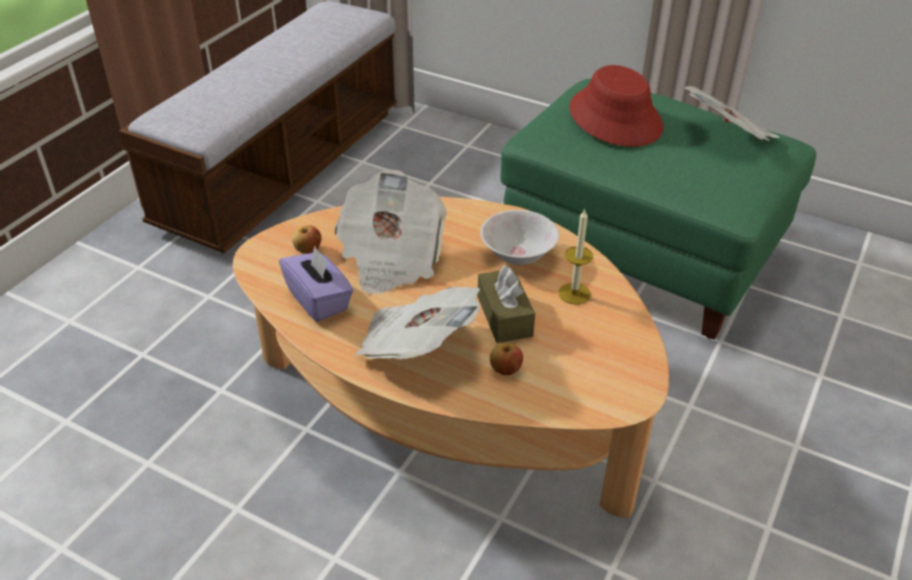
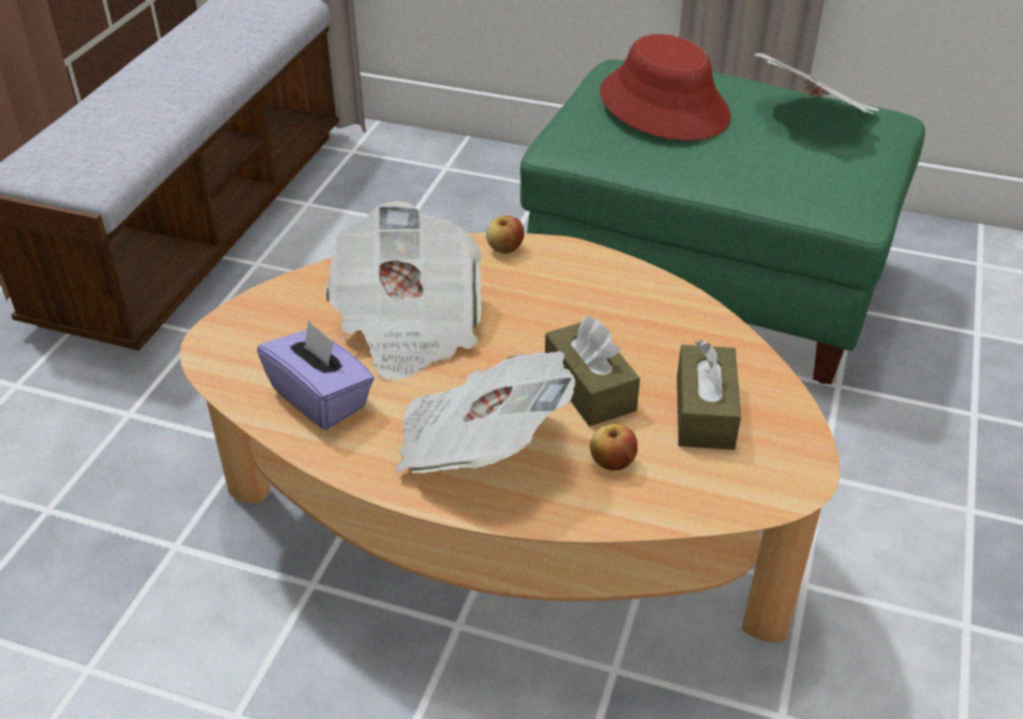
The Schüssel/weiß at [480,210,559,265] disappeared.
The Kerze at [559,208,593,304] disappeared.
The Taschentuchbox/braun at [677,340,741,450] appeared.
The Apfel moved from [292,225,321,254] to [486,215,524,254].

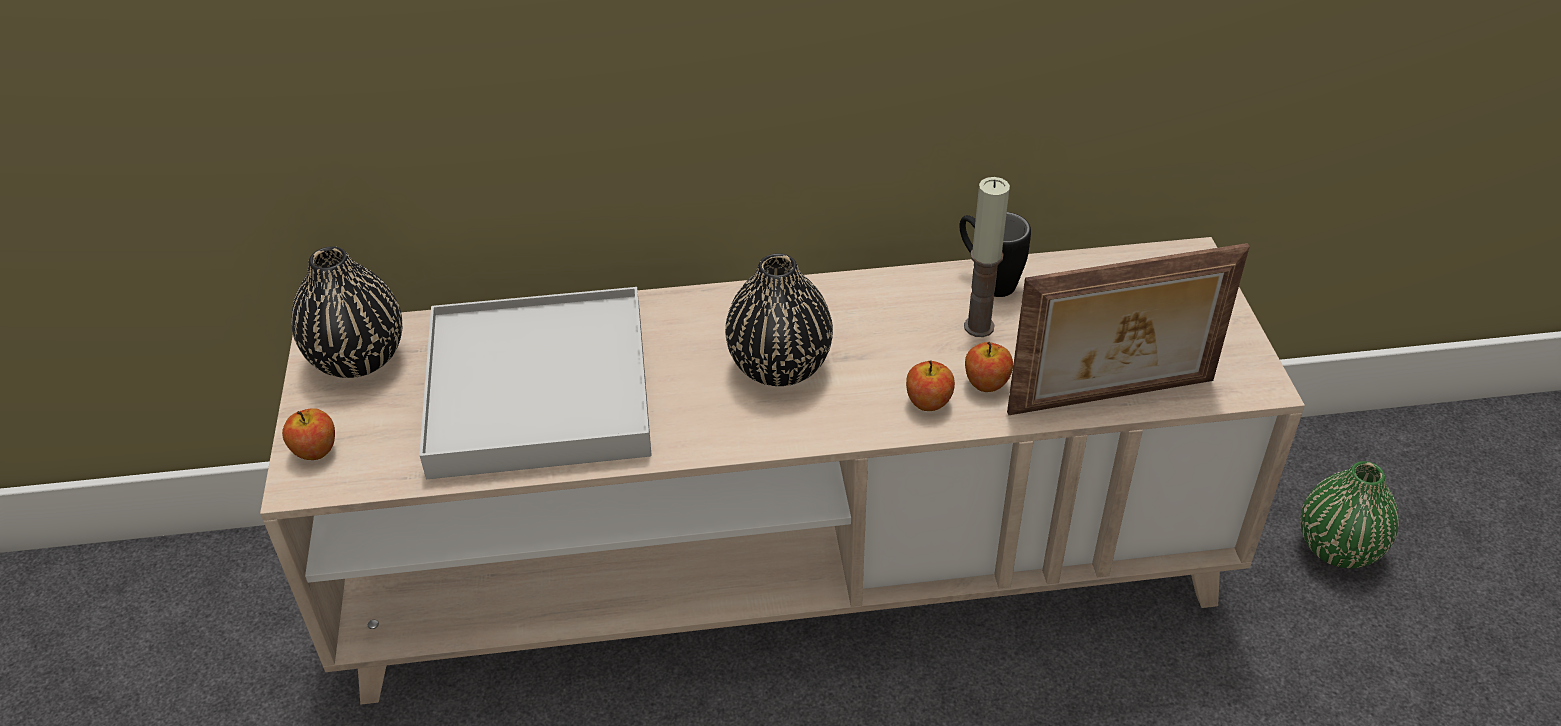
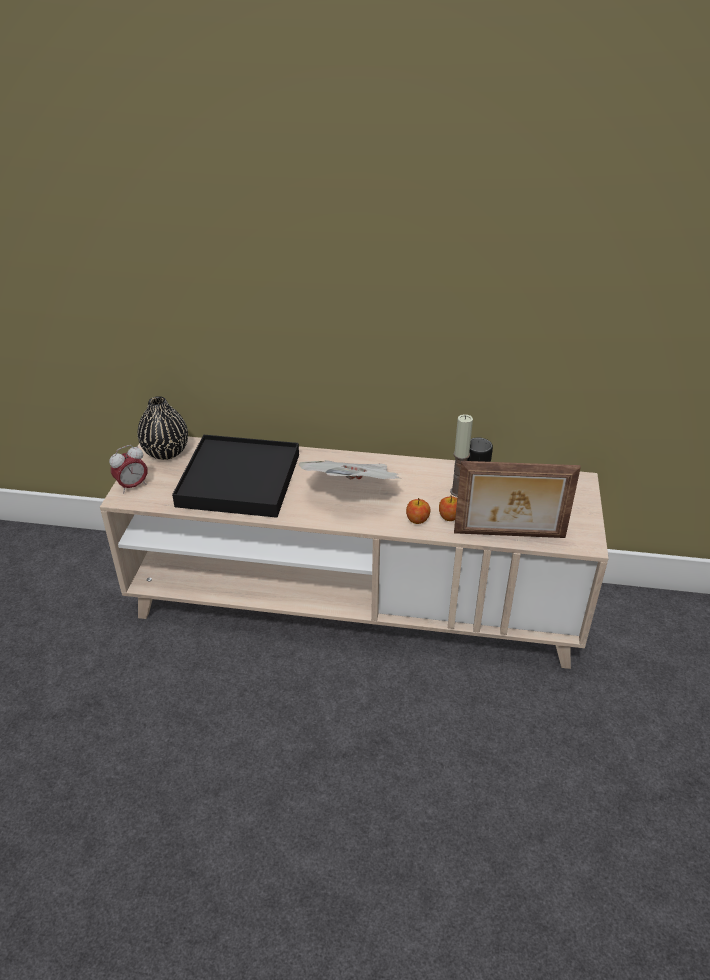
The Vase/grün at [1300,461,1399,568] disappeared.
The Apfel at [282,408,335,460] was replaced by the Wecker at [109,445,148,493].
The Vase/schwarz at [725,253,833,386] was replaced by the Zeitung at [299,460,402,479].
The Tablett/weiß at [419,287,652,479] became the Tablett/schwarz at [172,435,299,518].

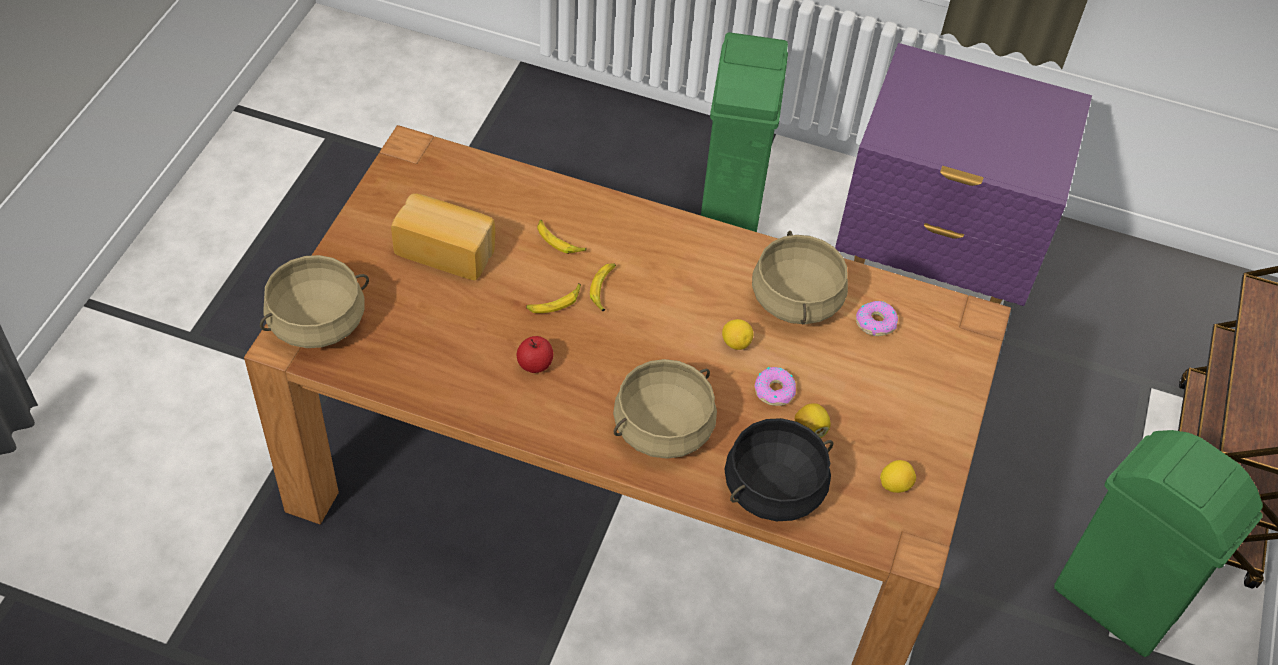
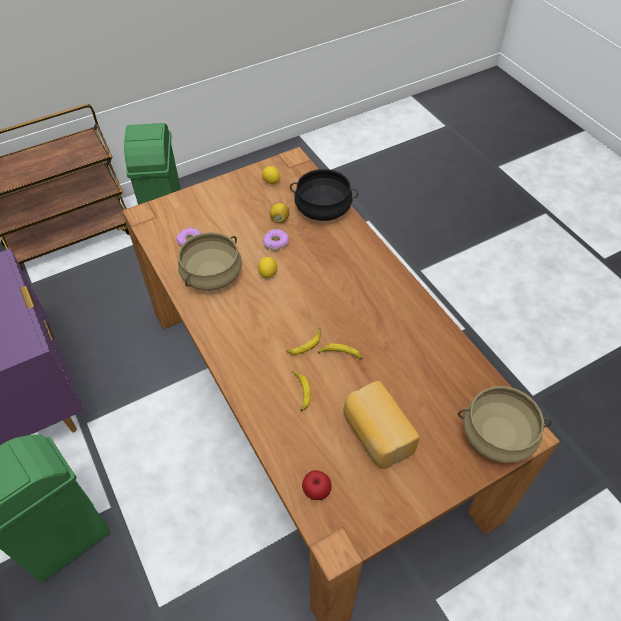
The Kochtopf/beige at [613,359,717,459] disappeared.
The Apfel moved from [516,336,553,373] to [302,470,332,500].

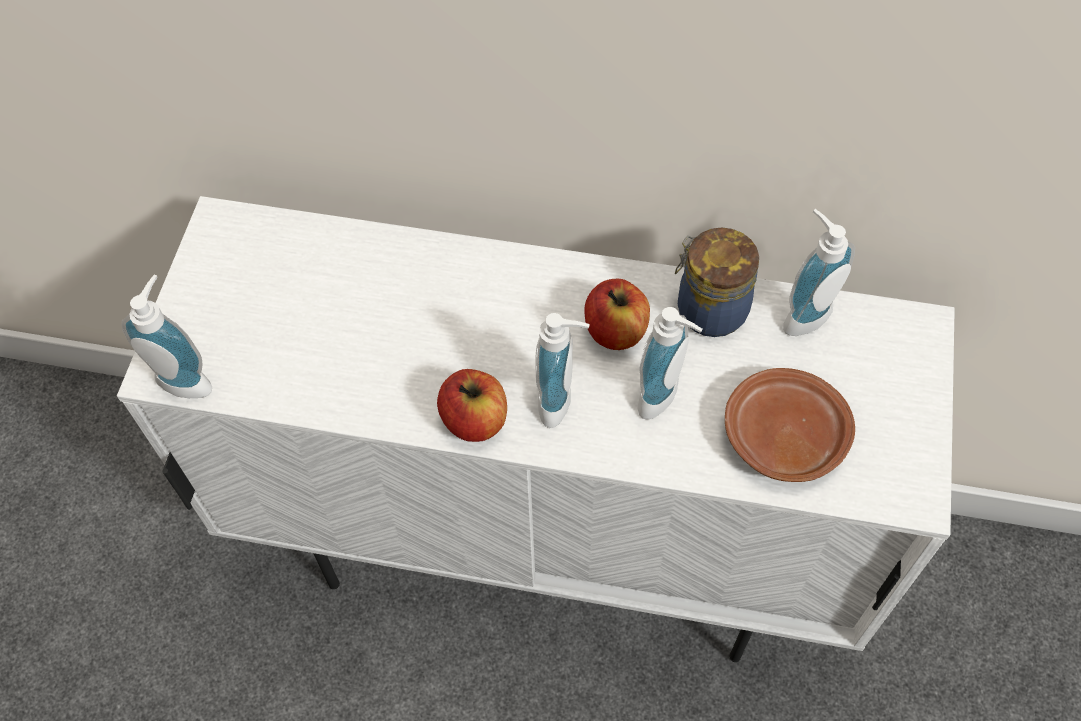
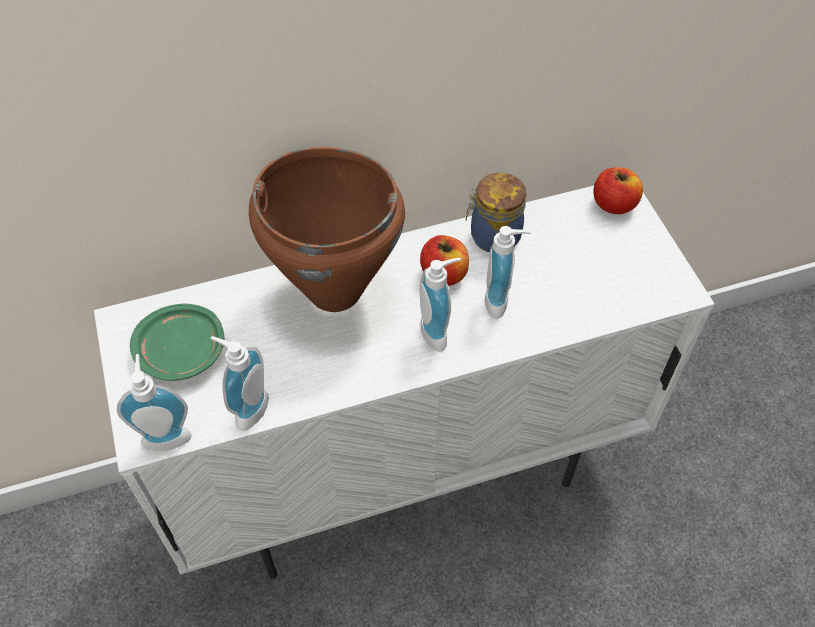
The Teller/braun at [725,368,855,482] disappeared.
The Teller/grün at [130,304,224,381] appeared.
The Kochtopf/braun at [249,147,405,312] appeared.
The Apfel moved from [437,369,507,442] to [593,167,643,214].
The Seifenspender moved from [783,209,855,336] to [211,336,269,431].

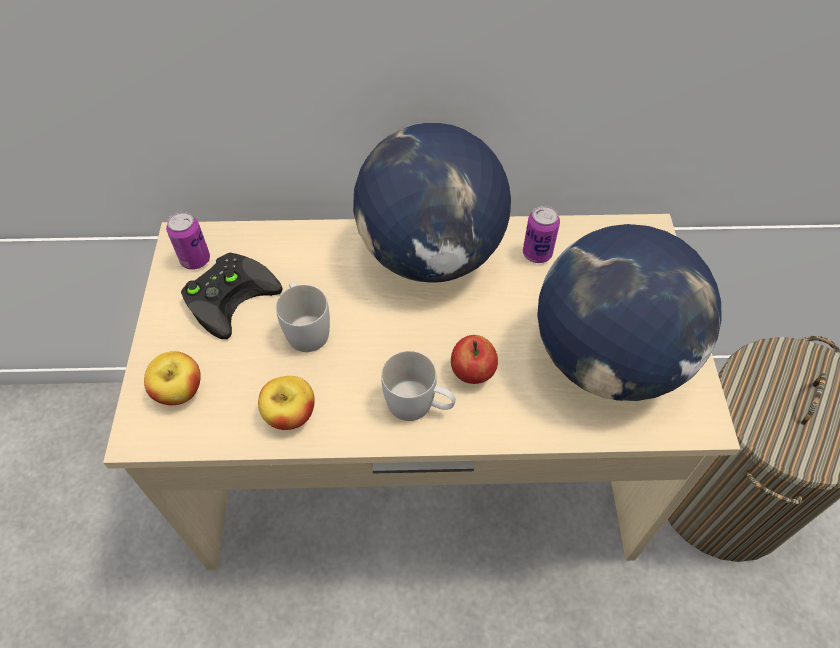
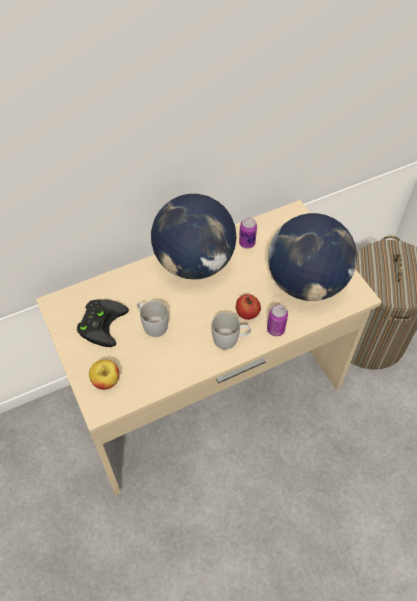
The Apfel at [258,376,315,430] disappeared.
The Dose moved from [166,211,210,270] to [267,304,288,336].

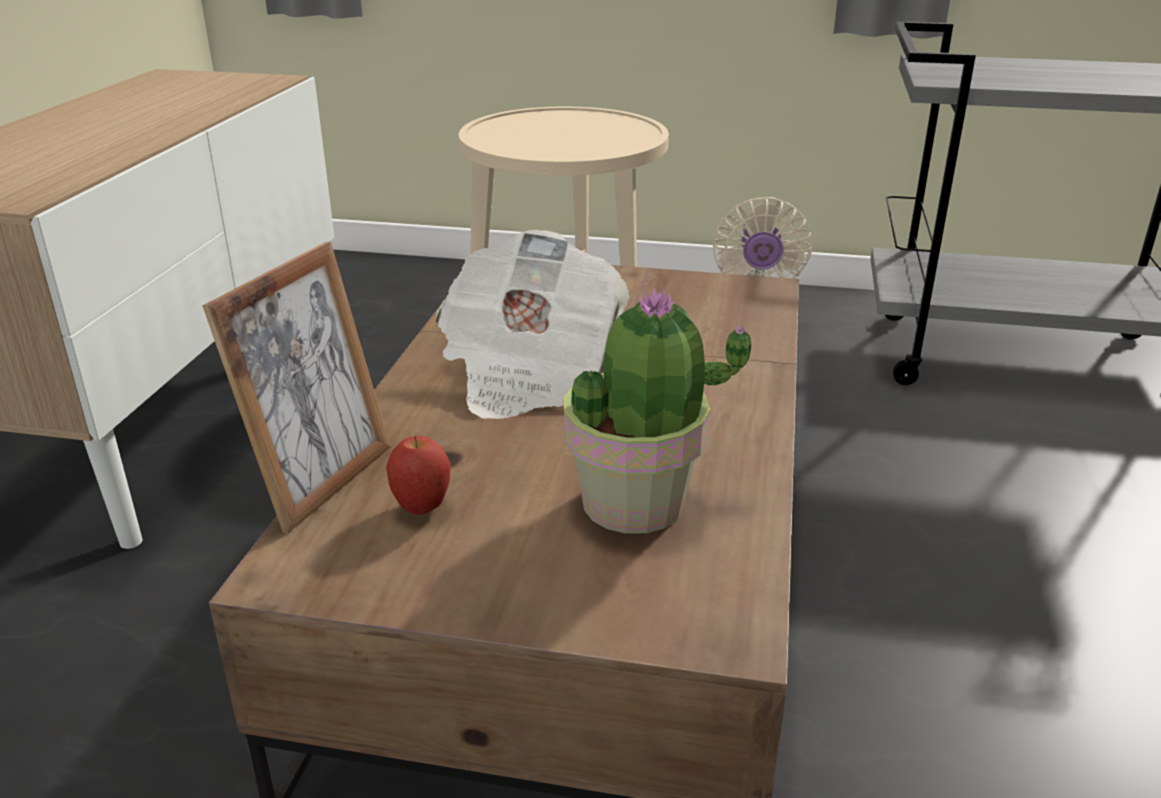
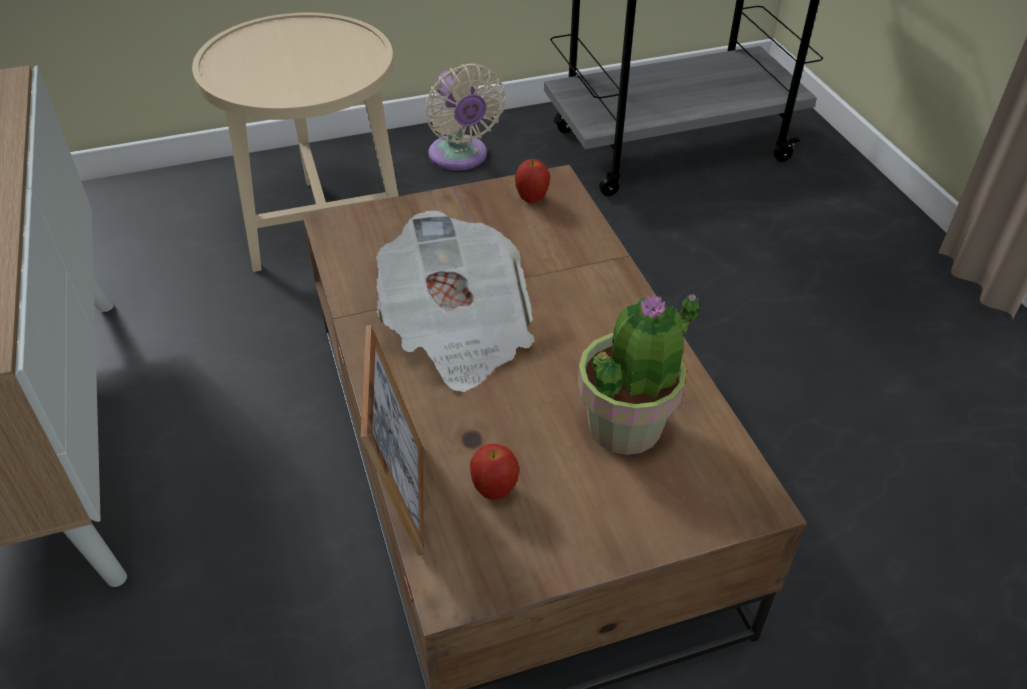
The Apfel at [515,159,550,203] appeared.

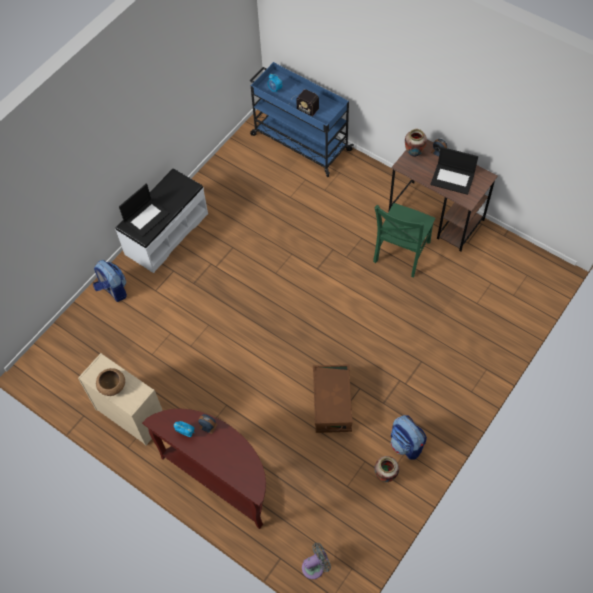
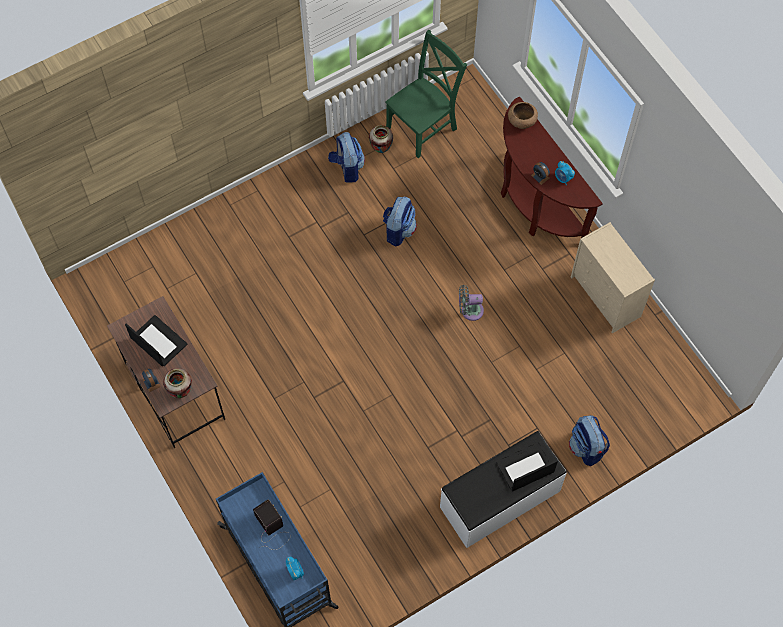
The Schüssel/braun moved from [96,368,125,396] to [508,102,538,129].
The Ventilator/grau moved from [302,542,331,579] to [459,285,484,321].
The Stuhl/grün moved from [373,203,435,277] to [385,30,467,158].
The Aufbewahrungsbox/braun at [313,364,353,433] was replaced by the Rucksack at [383,196,417,247].

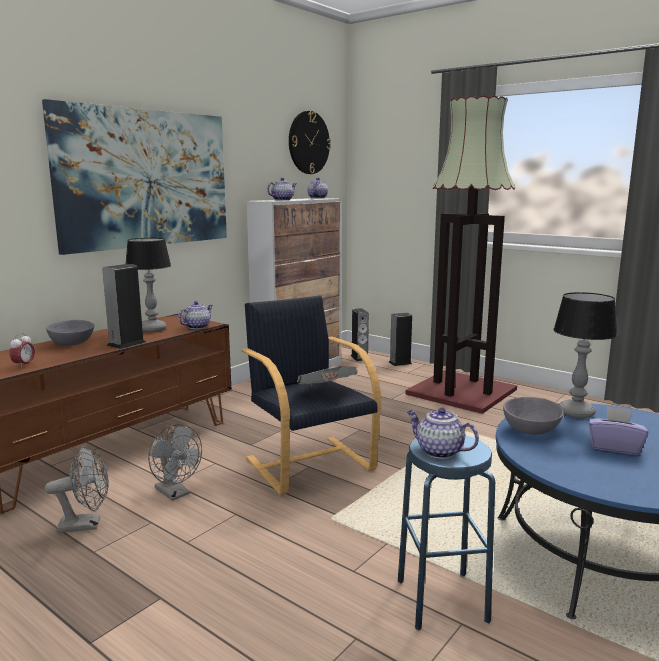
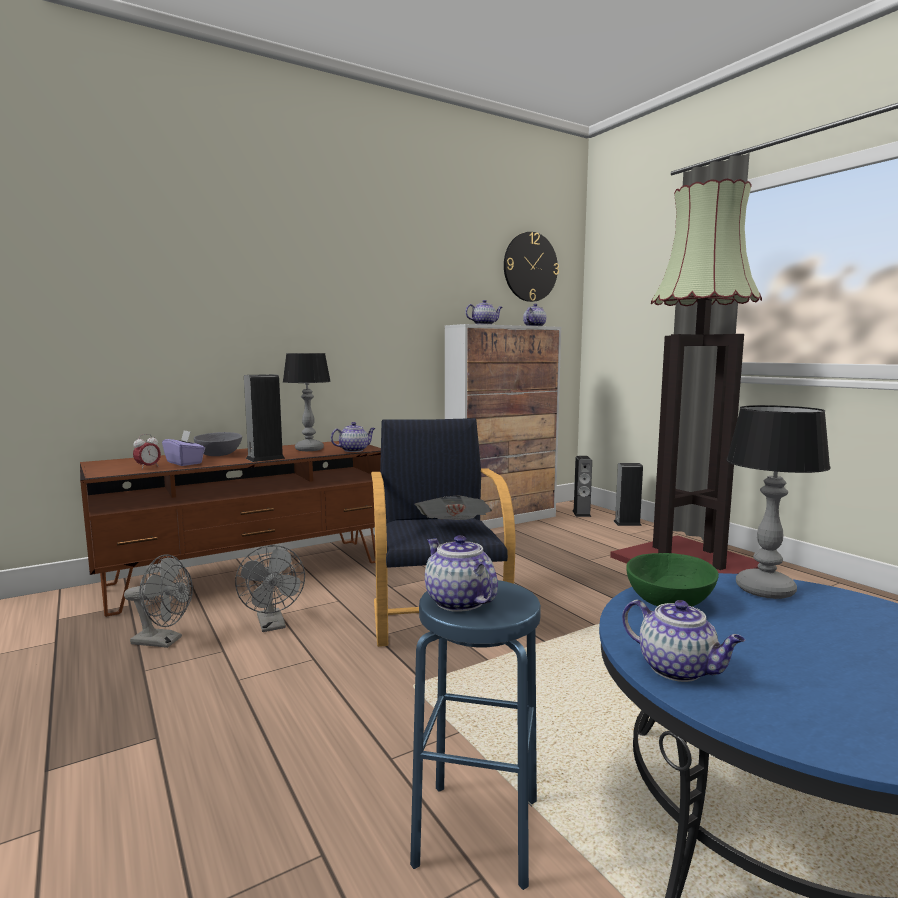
The Bild at [42,99,227,255] disappeared.
The Teekanne at [622,600,745,682] appeared.
The Taschentuchbox/lila moved from [589,406,648,455] to [162,430,205,466].
The Schüssel/grau at [503,397,564,435] became the Schüssel/grün at [626,553,719,607].

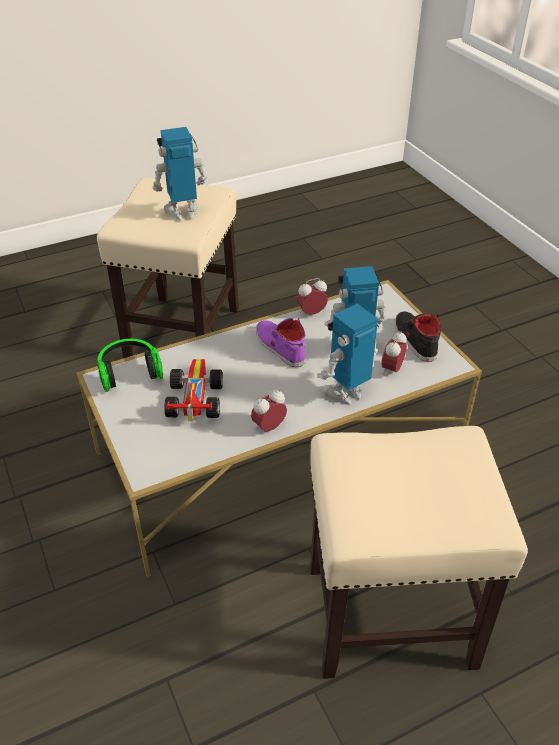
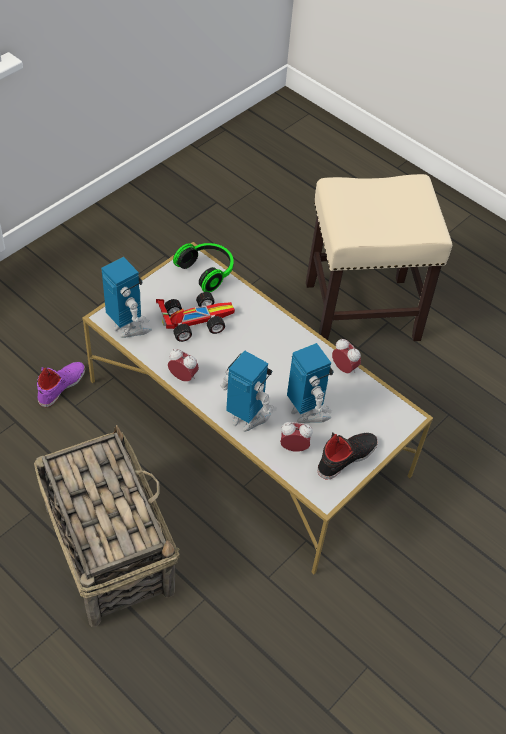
The Spielzeugroboter moved from [152,127,208,221] to [101,257,152,338].
The Schuh/lila moved from [256,318,306,367] to [37,362,85,407].
The Hocker/beige at [310,426,528,679] was replaced by the Korb at [34,425,180,627].

